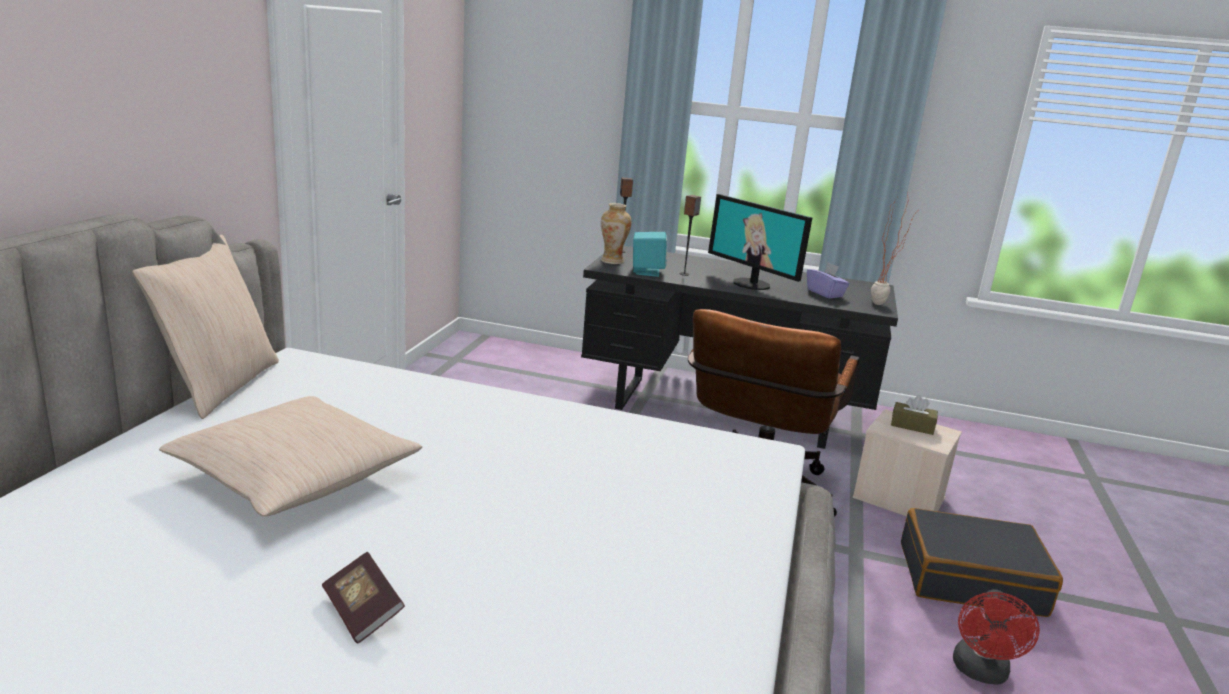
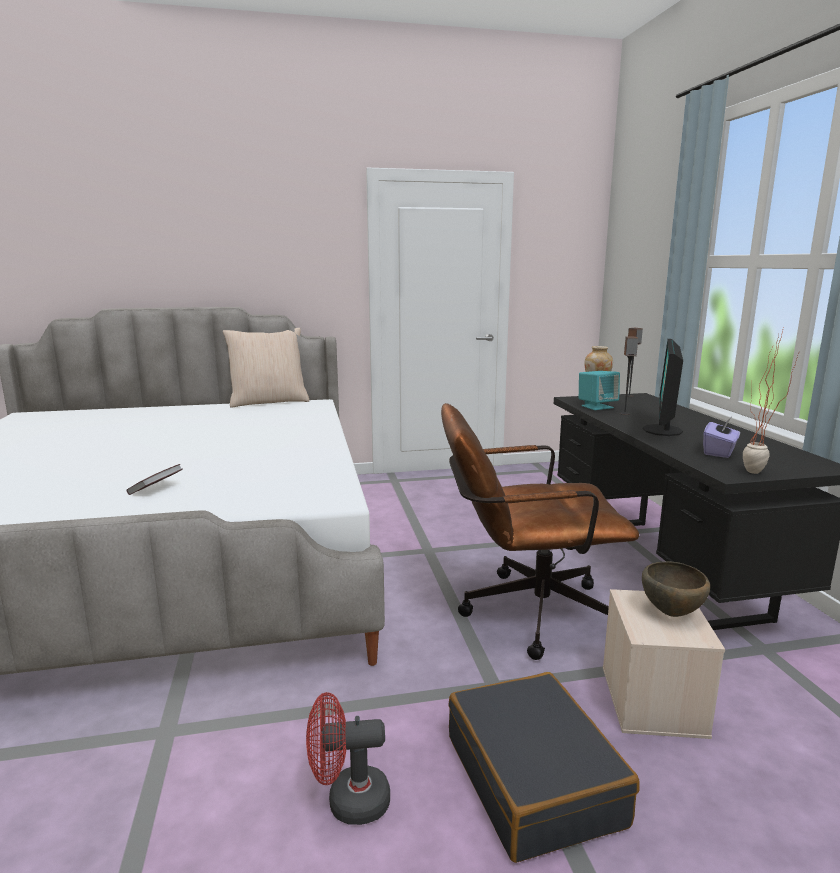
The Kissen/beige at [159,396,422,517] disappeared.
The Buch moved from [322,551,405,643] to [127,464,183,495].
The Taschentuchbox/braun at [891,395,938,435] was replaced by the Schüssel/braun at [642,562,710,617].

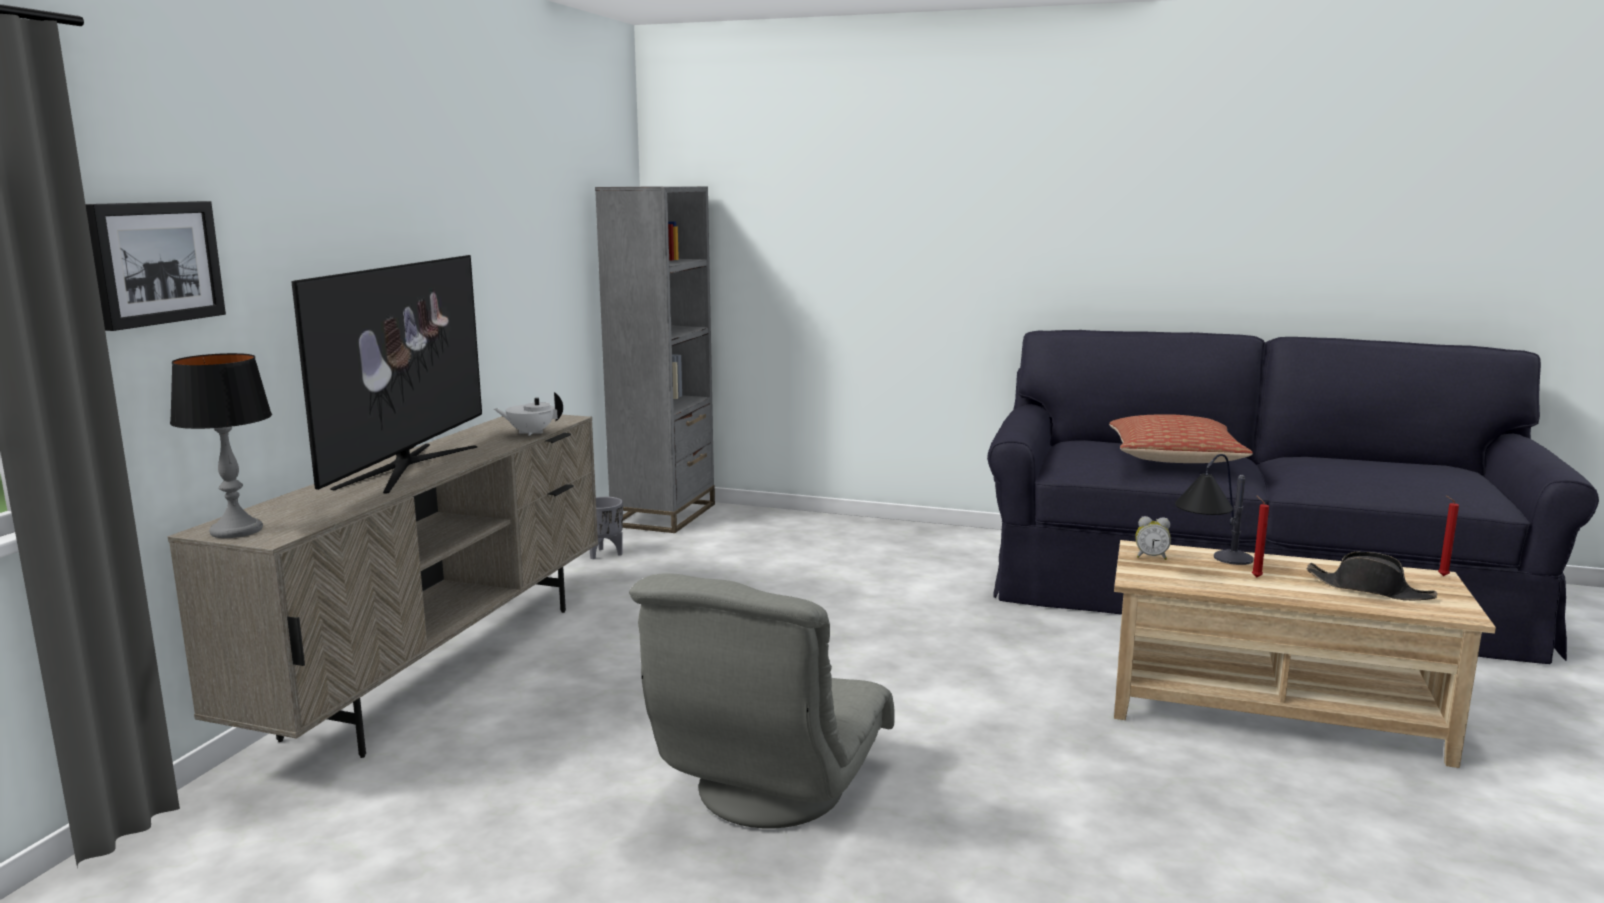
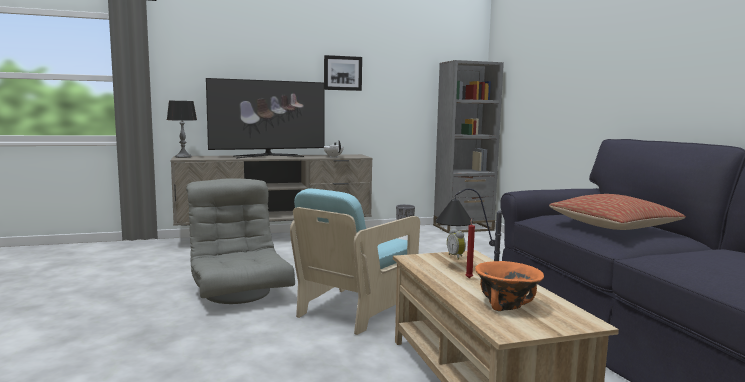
The Kerze/rot at [1438,496,1459,576] disappeared.
The Sessel/türkis at [290,189,420,335] appeared.
The Bild moved from [85,201,226,331] to [324,55,362,91].
The Hut/schwarz at [1306,552,1437,600] was replaced by the Schüssel/orange at [475,261,544,311].
The Sessel/grau at [629,573,894,828] turned 75 degrees clockwise.

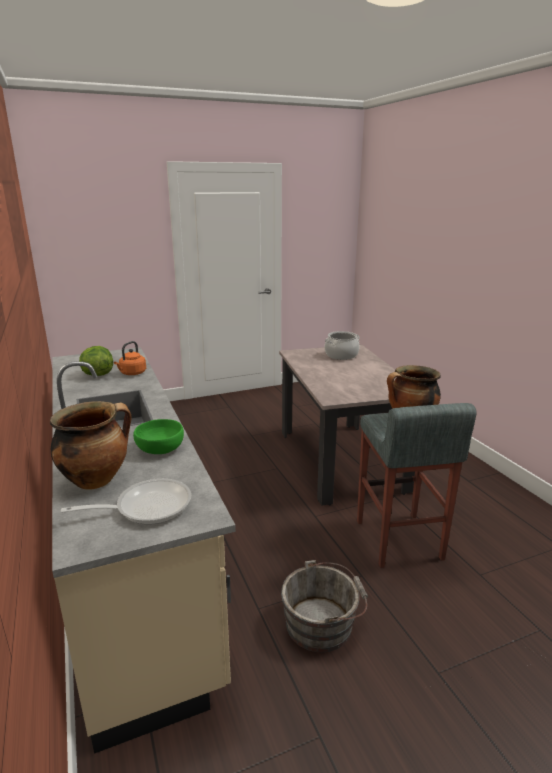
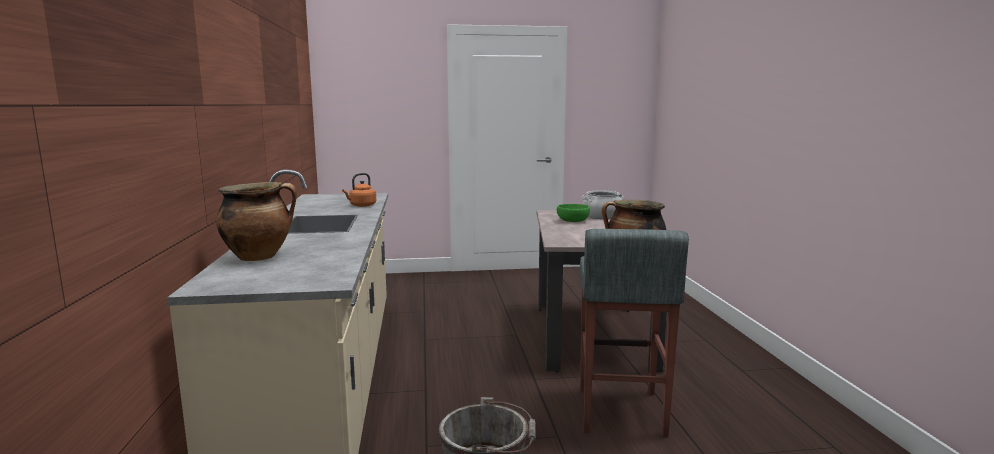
The Pfanne at [61,478,191,525] disappeared.
The Salatkopf at [79,346,113,376] disappeared.
The Schüssel/grün moved from [133,419,184,454] to [557,204,590,222].

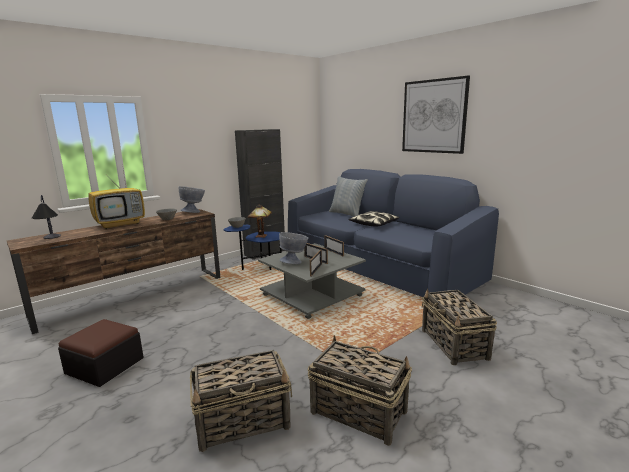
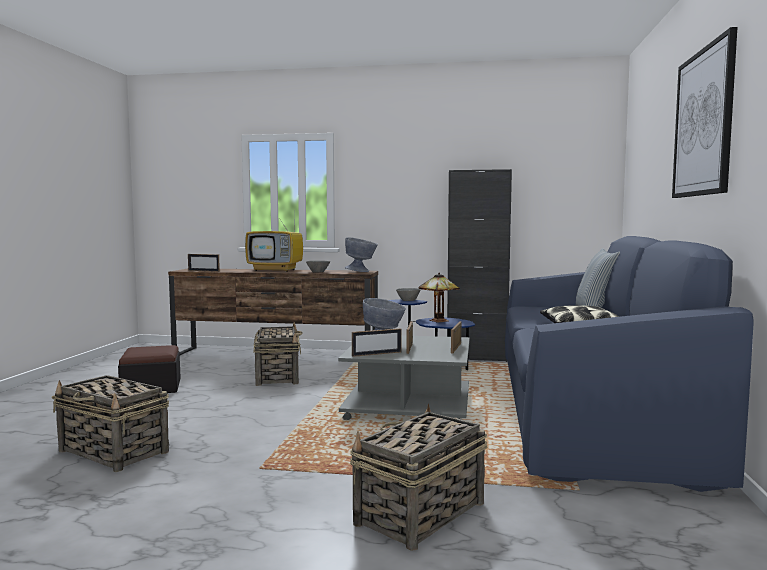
The Korb moved from [307,335,412,446] to [253,322,303,386].
The Tischlampe at [32,195,61,239] was replaced by the Bilderrahmen at [188,254,220,272].

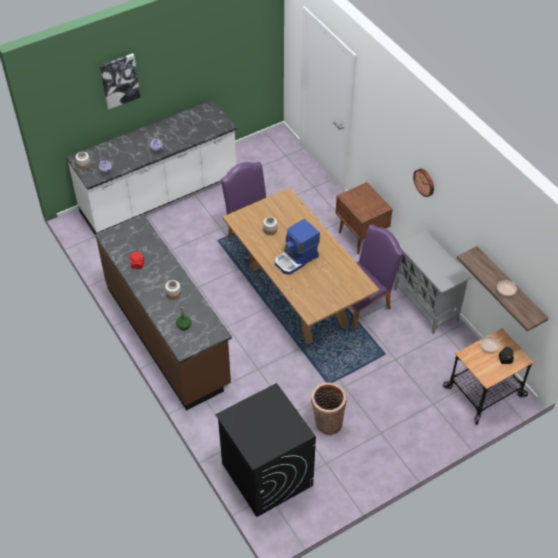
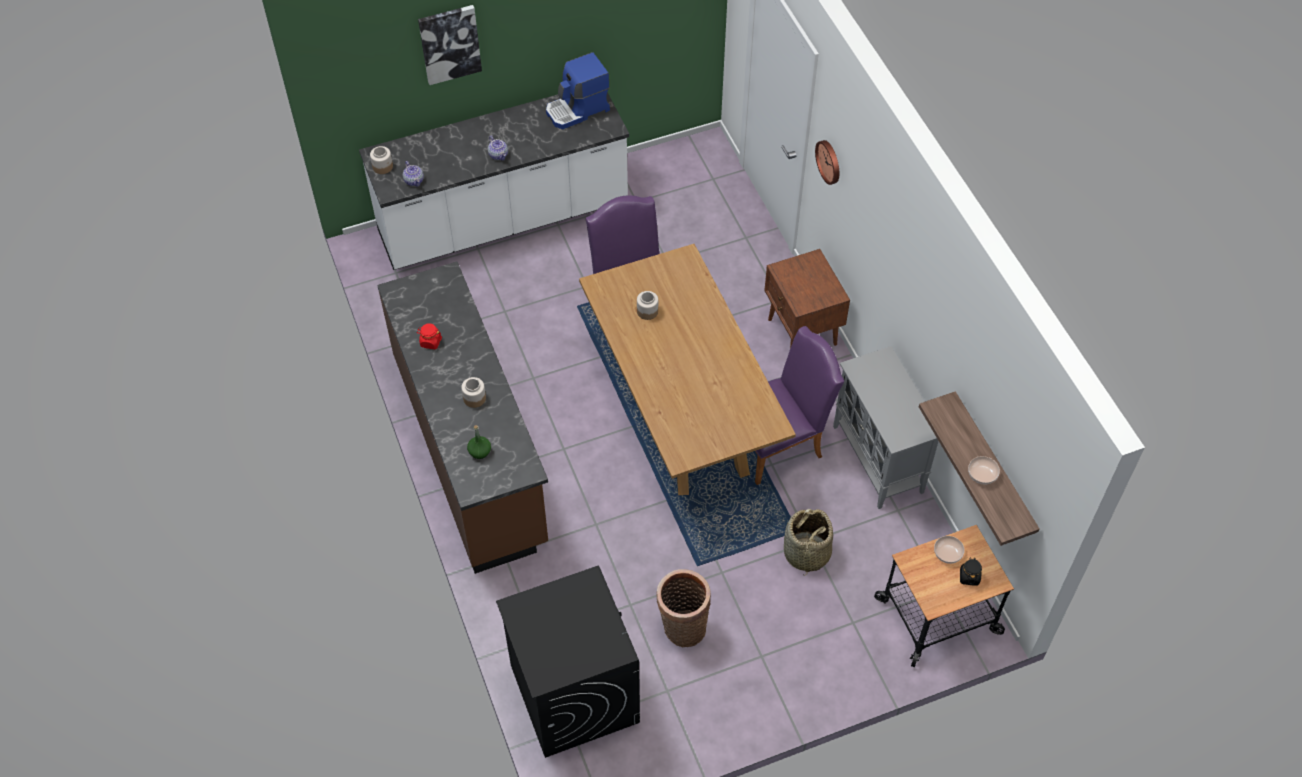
The Korb at [784,509,833,574] appeared.
The Kaffeemaschine moved from [275,219,320,275] to [546,52,610,129].
The Wanduhr moved from [413,169,434,197] to [815,140,839,185].

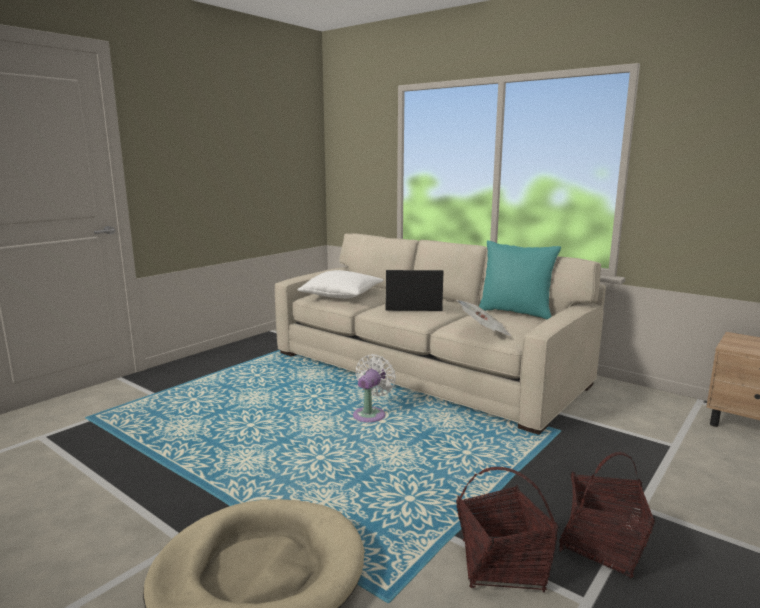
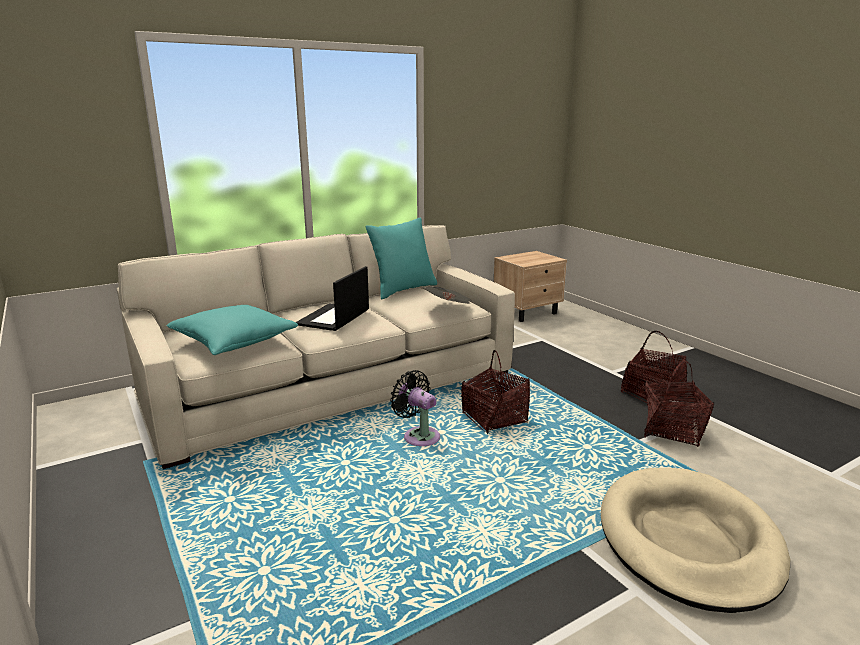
The Korb at [461,350,530,434] appeared.
The Kissen/weiß at [297,270,384,298] became the Kissen/türkis at [166,305,298,355].
The Ventilator/weiß at [353,354,396,422] became the Ventilator/schwarz at [390,370,440,446].

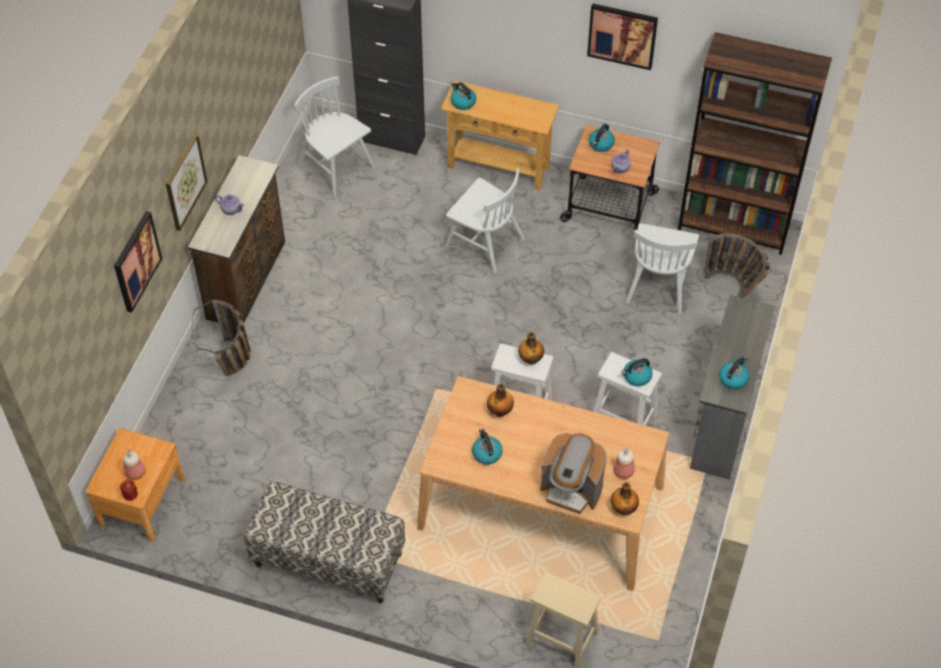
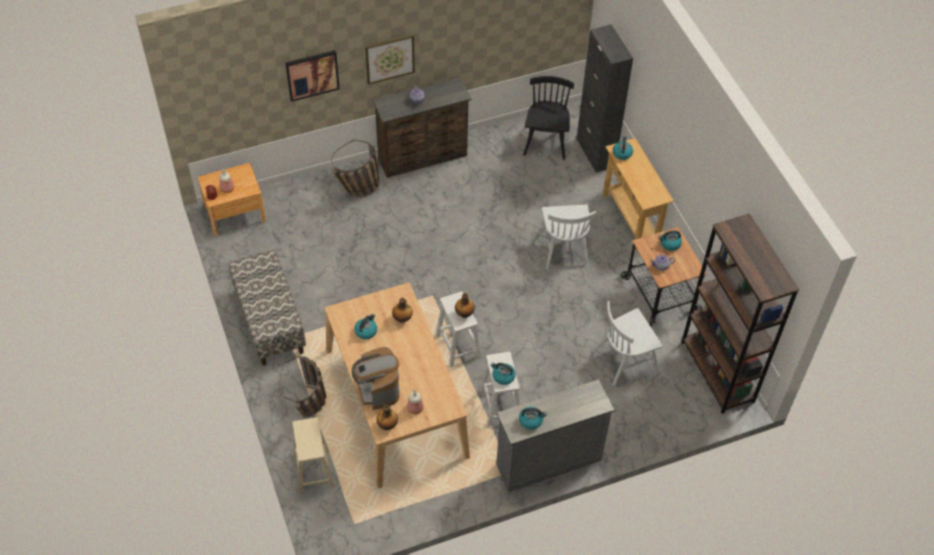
The Bild at [587,3,658,70] disappeared.
The Korb moved from [704,233,770,298] to [279,356,326,417].
The Stuhl/weiß at [294,76,375,196] became the Stuhl/schwarz at [523,76,574,160].

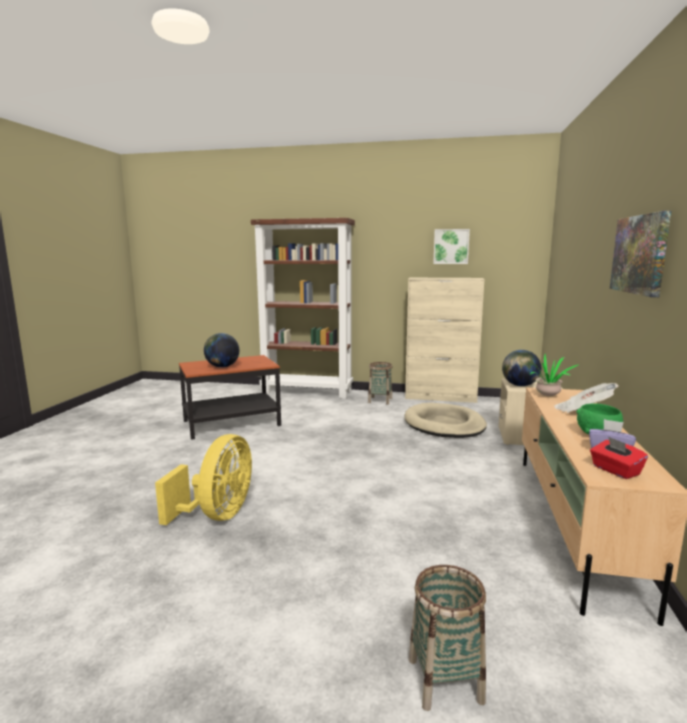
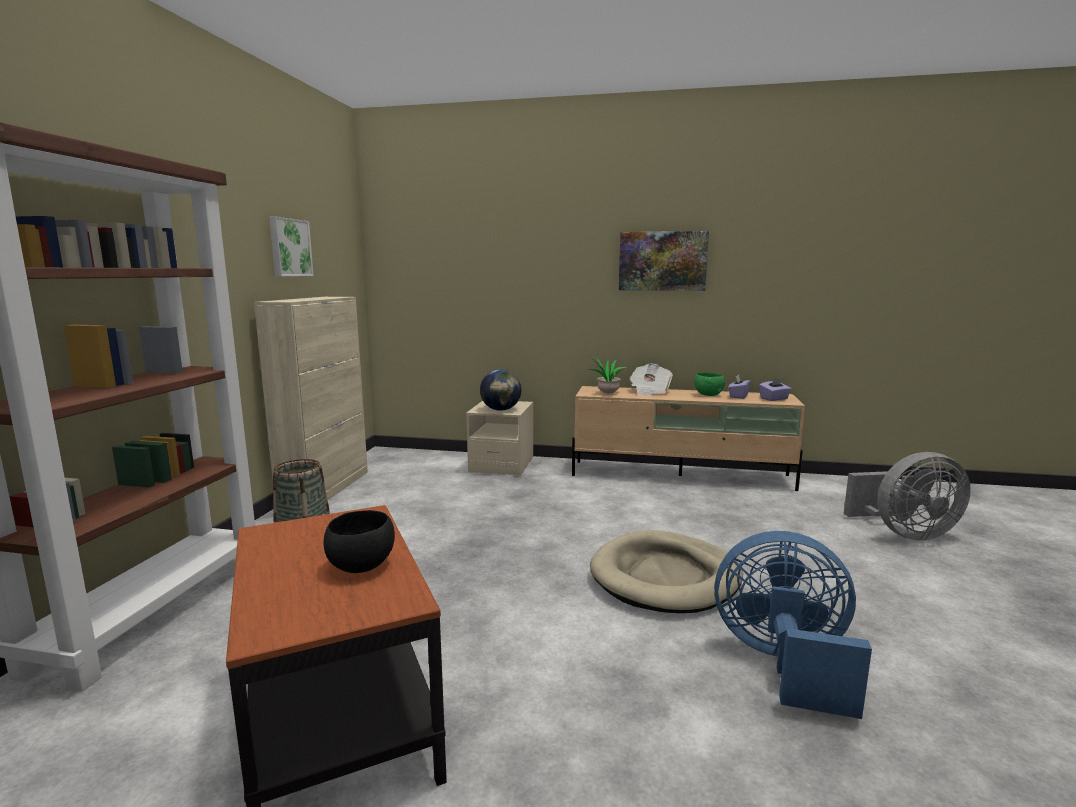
The Hundebett/beige moved from [405,403,487,438] to [590,530,743,613].
The Globus at [204,333,239,368] was replaced by the Schüssel/schwarz at [323,510,395,573].
The Korb at [409,565,486,711] was replaced by the Ventilator/grau at [844,452,971,540].
The Ventilator/gelb at [155,434,252,525] became the Ventilator/blau at [714,531,872,719].
The Taschentuchbox/rot at [590,436,648,479] became the Taschentuchbox/lila at [759,378,792,401].

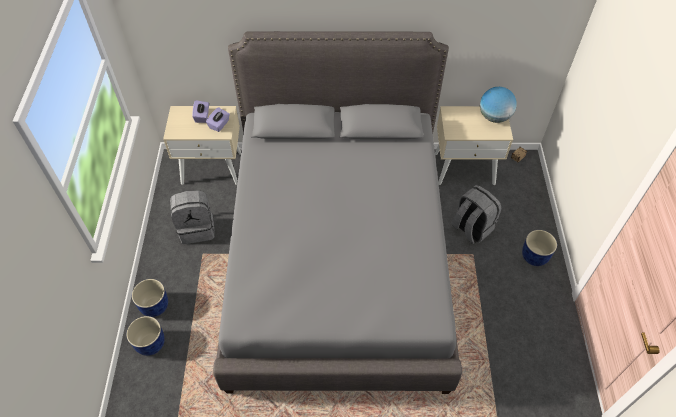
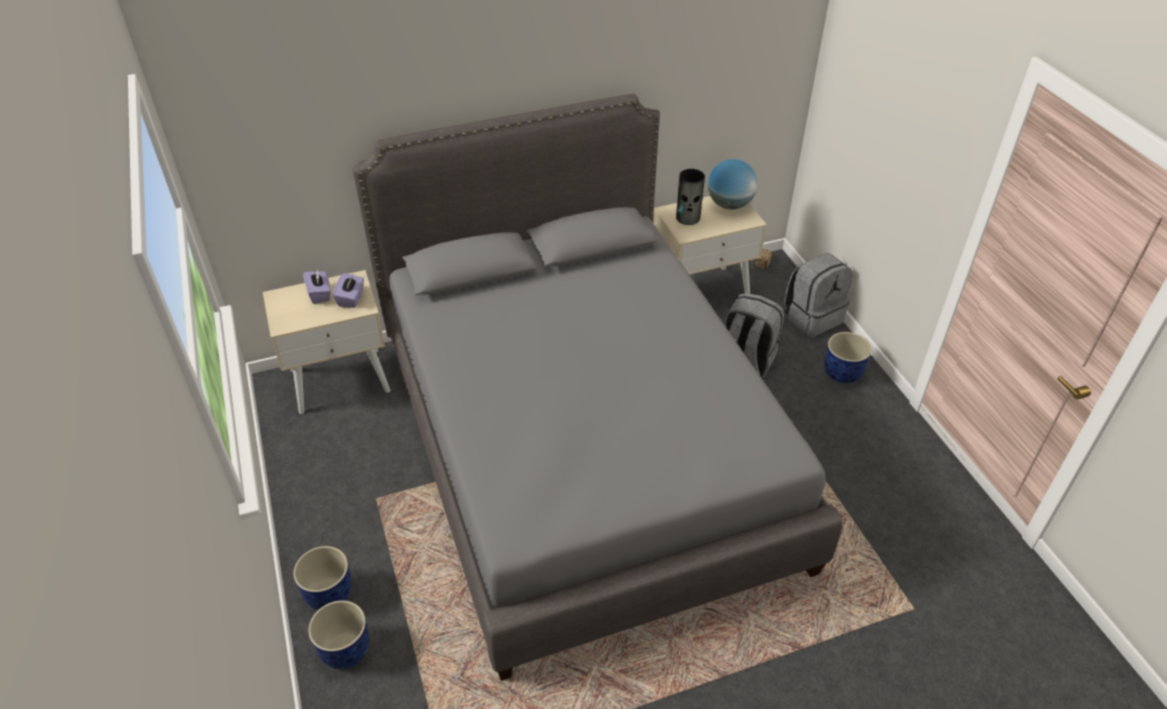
The Vase at [676,169,705,225] appeared.
The Rucksack/grau moved from [170,190,215,244] to [784,253,853,337].

